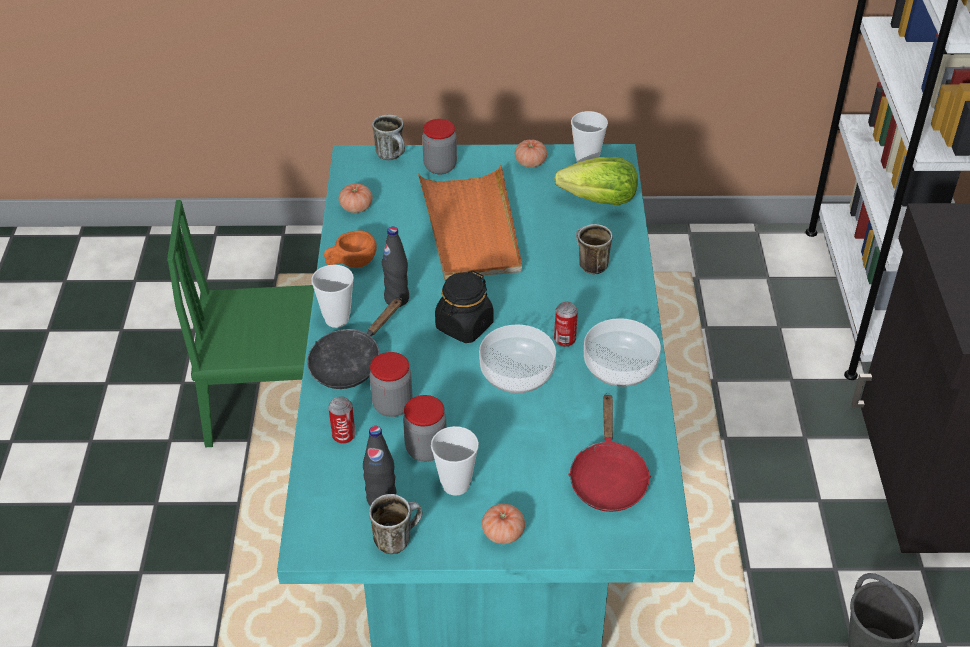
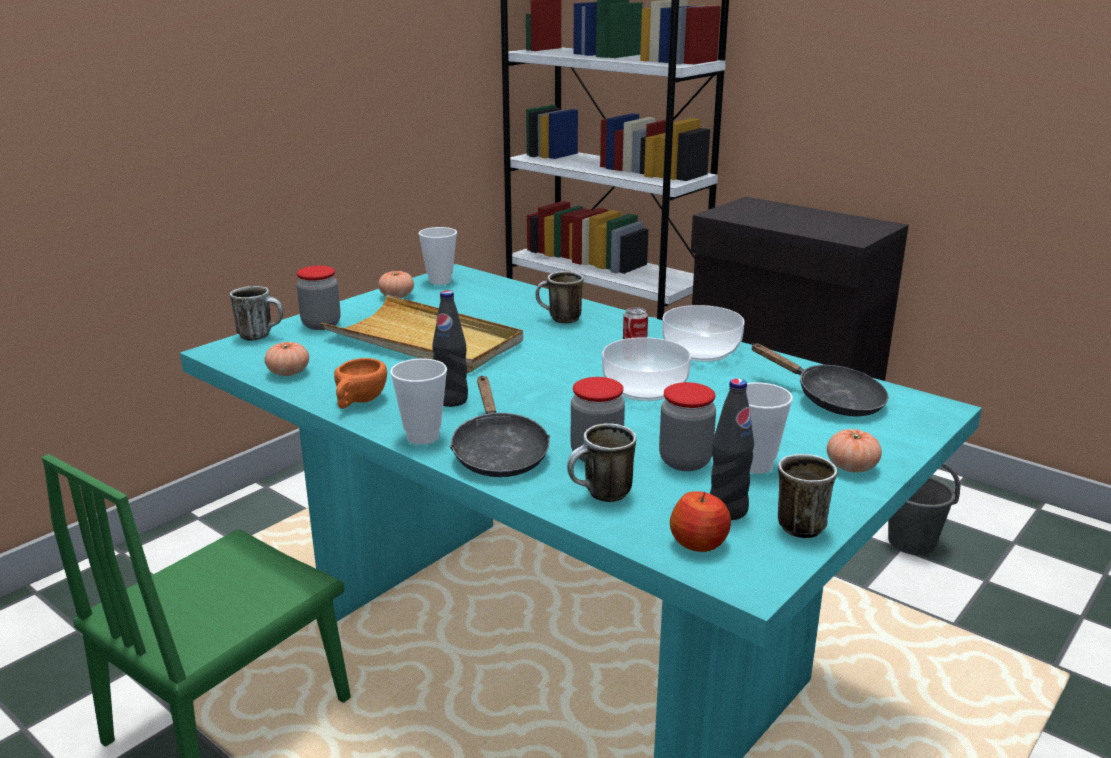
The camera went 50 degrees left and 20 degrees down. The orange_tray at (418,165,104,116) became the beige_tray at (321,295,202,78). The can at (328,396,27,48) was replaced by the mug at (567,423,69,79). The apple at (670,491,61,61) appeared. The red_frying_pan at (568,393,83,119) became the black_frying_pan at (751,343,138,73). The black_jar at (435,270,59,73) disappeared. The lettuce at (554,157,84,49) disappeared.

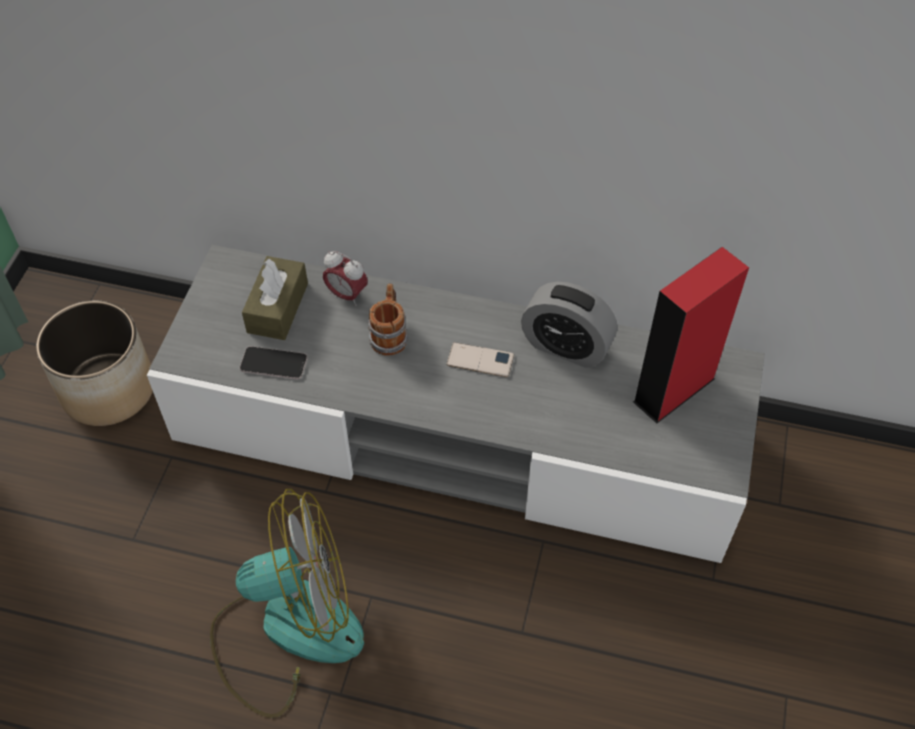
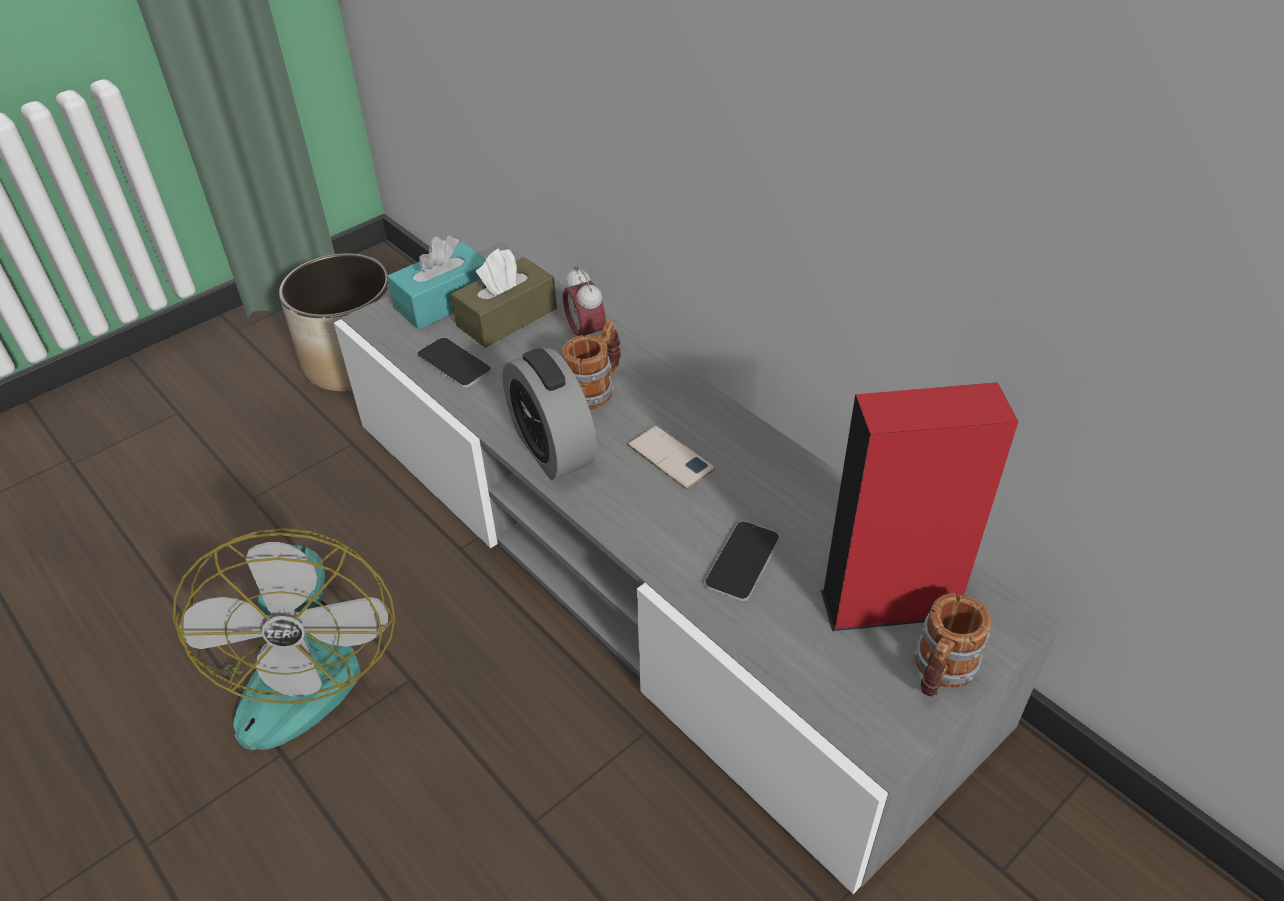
The camera went 35 degrees right and 10 degrees down. The fan at (210,489,154,229) turned 60 degrees clockwise. The turquoise_tissue_box at (387,235,99,94) appeared. The alarm_clock moved from (521,282,96,86) to (502,348,95,132). The phone at (705,521,75,80) appeared. The mug at (914,593,77,104) appeared.

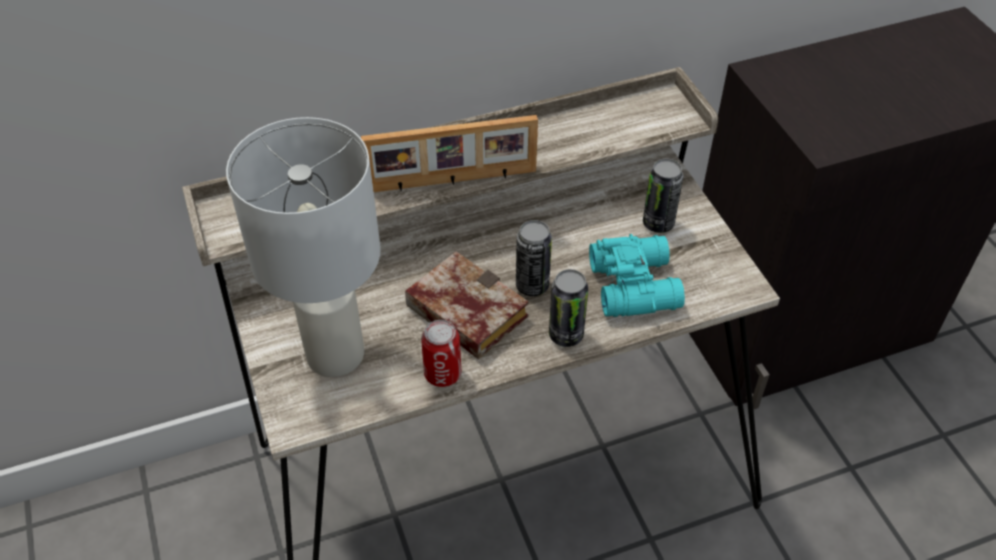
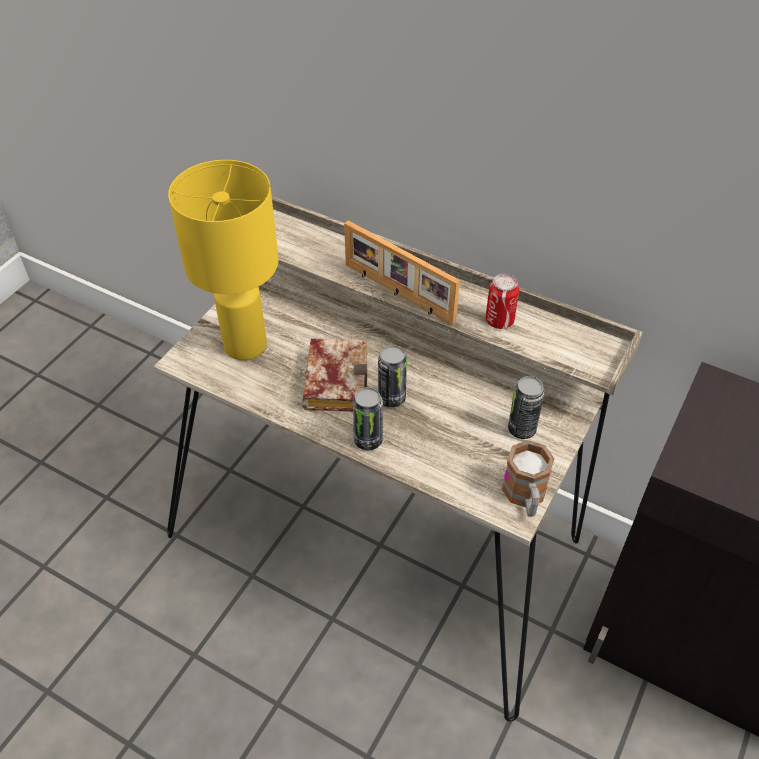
The camera went 50 degrees right and 0 degrees up. The white_table_lamp at (226,117,155,260) became the yellow_table_lamp at (168,160,111,200). The can moved from (421,320,40,67) to (486,274,33,55). The mug at (502,440,53,77) appeared. The turquoise_binoculars at (589,234,96,83) disappeared.

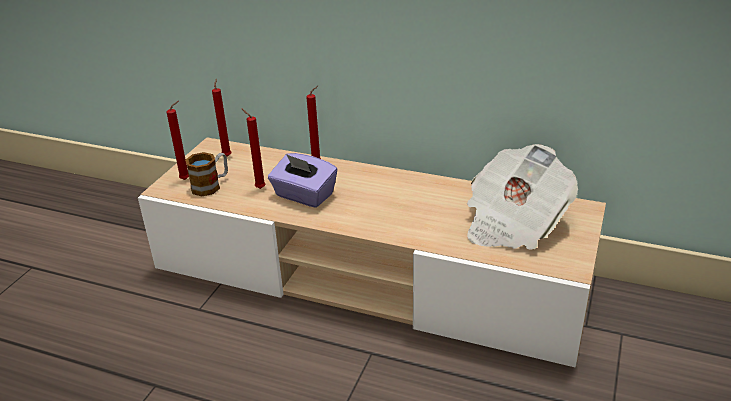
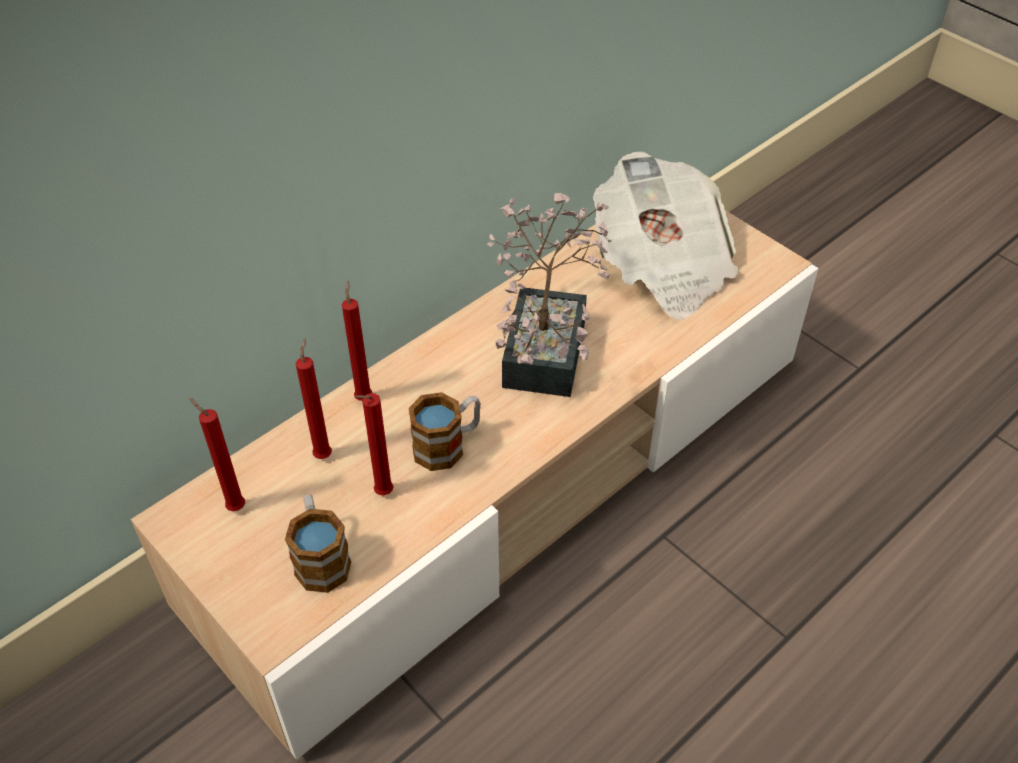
The camera went 65 degrees left and 15 degrees up. The red_candle moved from (167,101,22,79) to (296,338,36,121). The purple_tissue_box at (268,153,70,55) was replaced by the mug at (408,392,73,79). The potted_plant at (487,193,125,204) appeared.

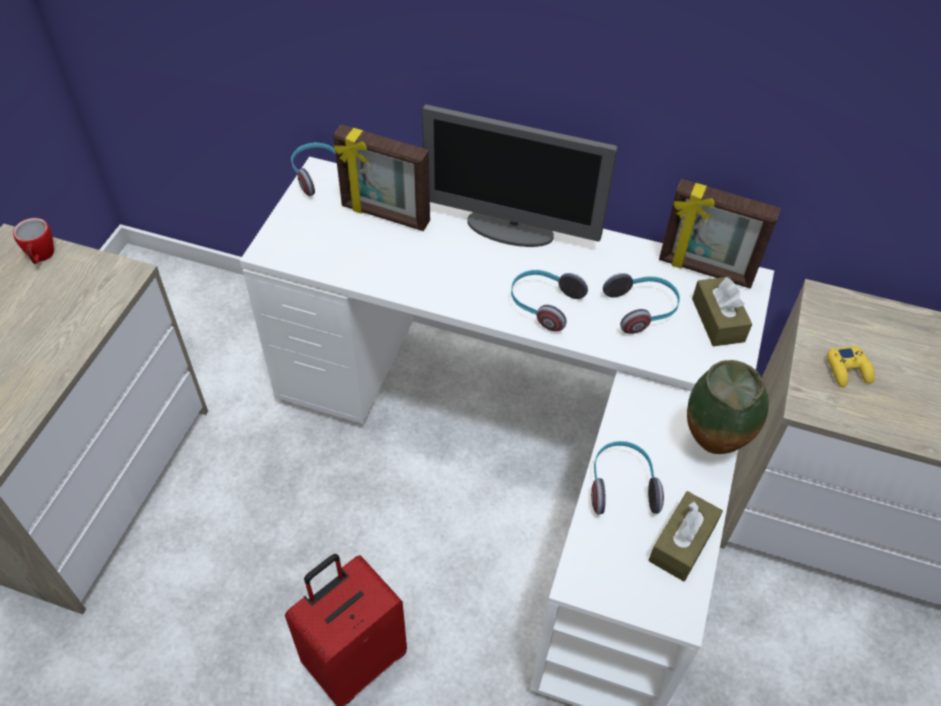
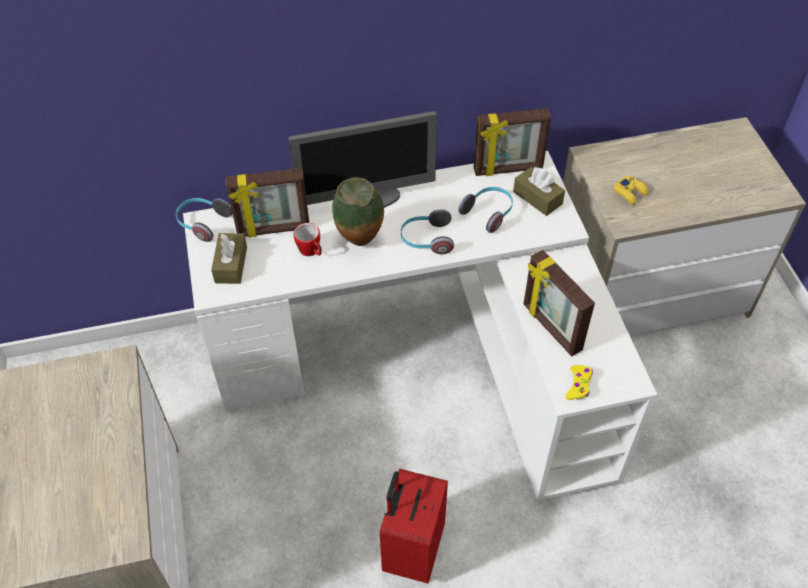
The camera went 30 degrees left and 0 degrees up. The brown_tissue_box moved from (648,491,75,91) to (211,233,36,51). The mug moved from (13,218,41,46) to (294,223,28,33). The vase moved from (687,360,82,94) to (332,177,52,69). The headphones at (591,441,73,74) was replaced by the picture_frame at (523,250,72,106). The yellow_game_controller at (565,365,28,35) appeared.

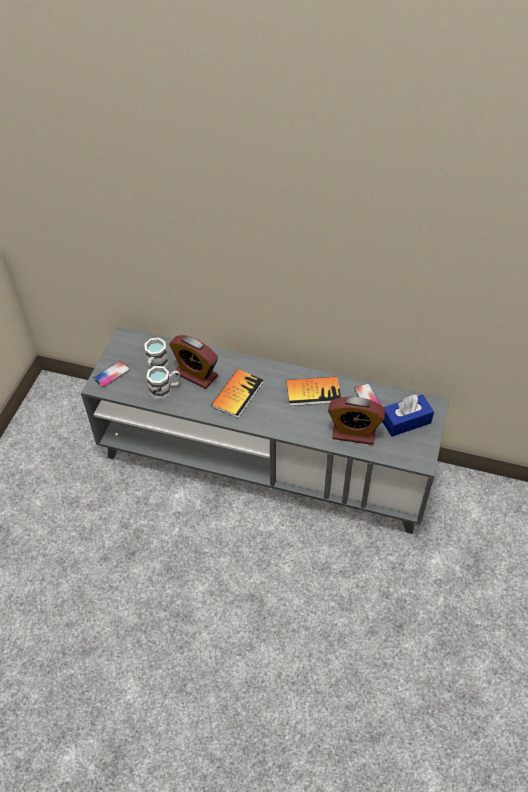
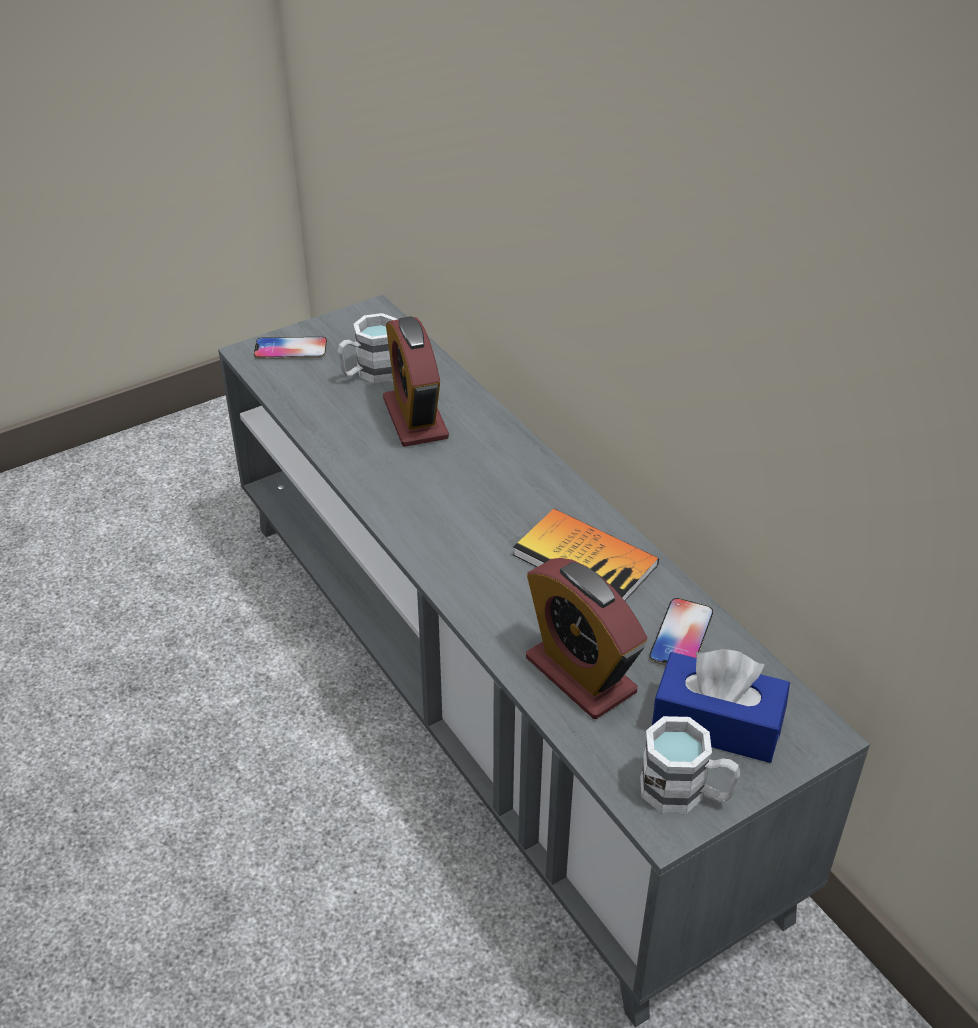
The camera went 40 degrees right and 10 degrees down. The white_mug moved from (146,366,34,33) to (640,716,100,98). The book at (211,369,52,49) disappeared.

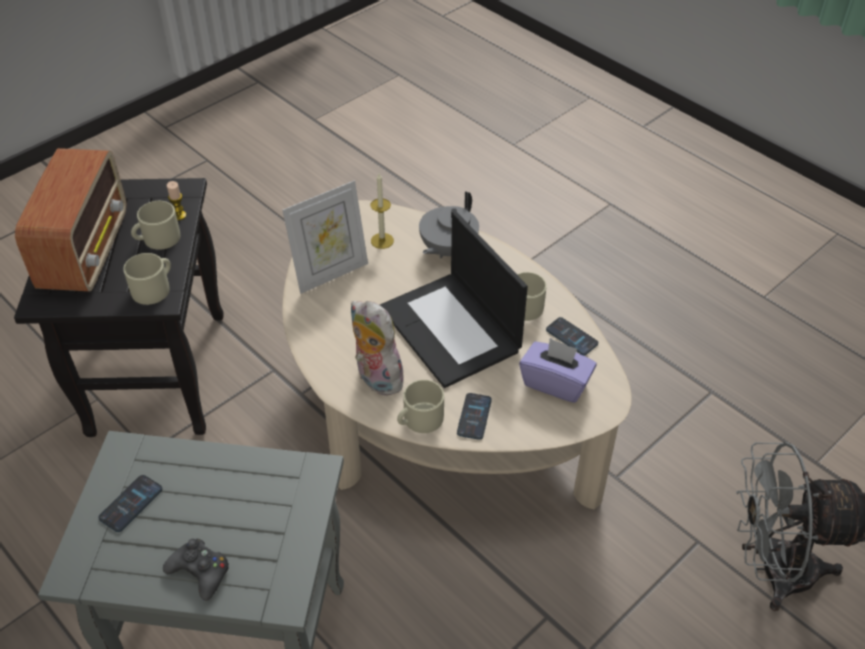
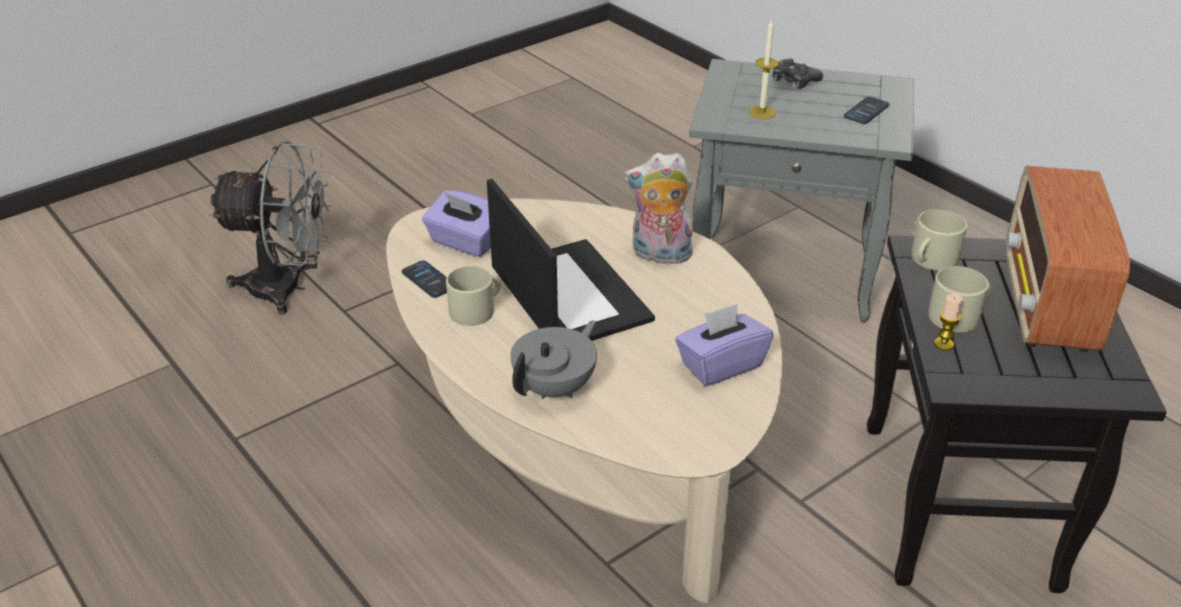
The camera went 175 degrees left and 10 degrees down. The plush_toy at (351,301,56,95) turned 135 degrees clockwise. The picture_frame at (282,180,86,114) was replaced by the purple_tissue_box at (675,304,99,82). The candle moved from (371,173,23,76) to (749,19,30,100). The beige_mug at (397,380,47,53) disappeared. The phone at (457,393,35,47) disappeared.

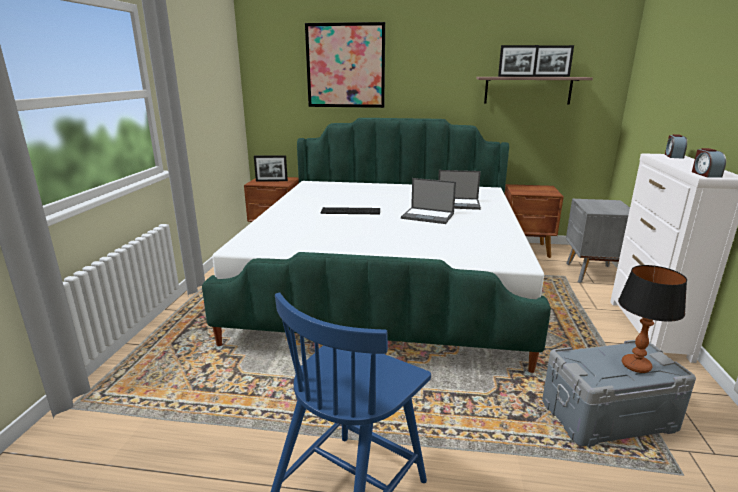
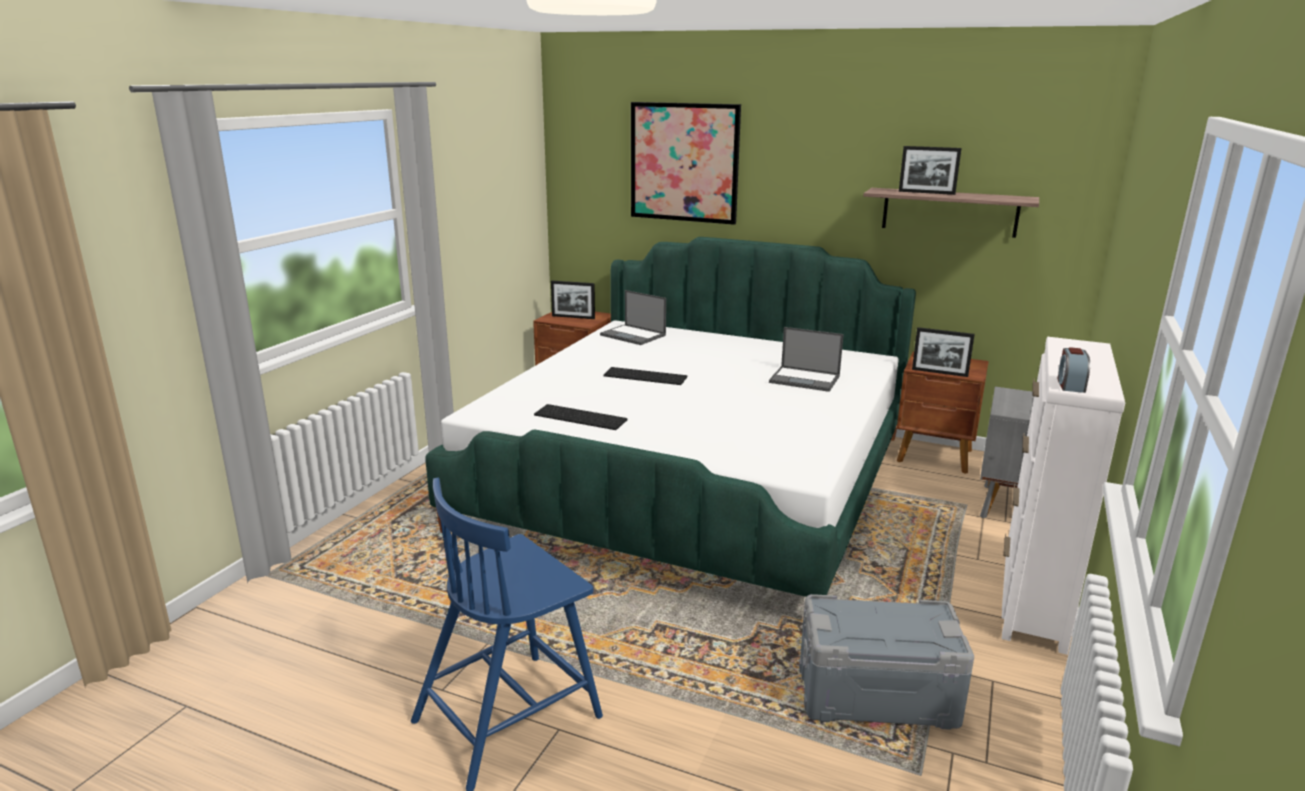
The camera went 15 degrees right and 0 degrees up. The keyboard at (534,404,94,26) appeared. The laptop moved from (401,178,55,46) to (600,290,66,55). The picture_frame moved from (535,45,39,32) to (912,327,63,50). The table_lamp at (618,265,69,108) disappeared. The alarm_clock at (665,134,22,25) disappeared.

